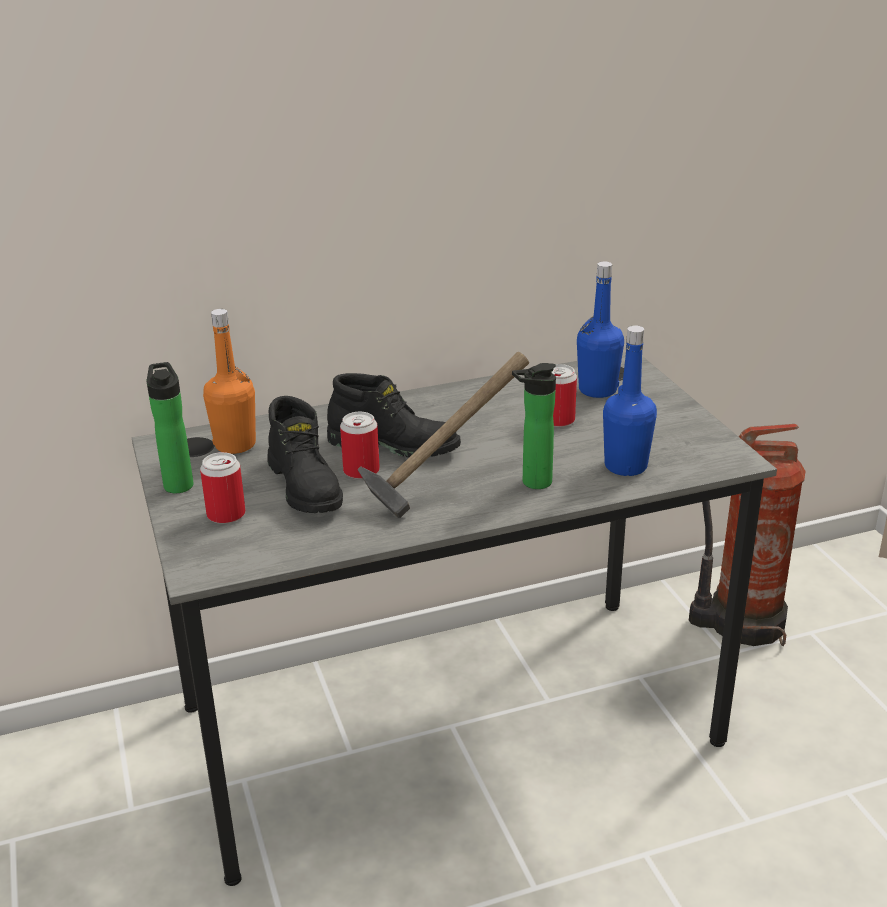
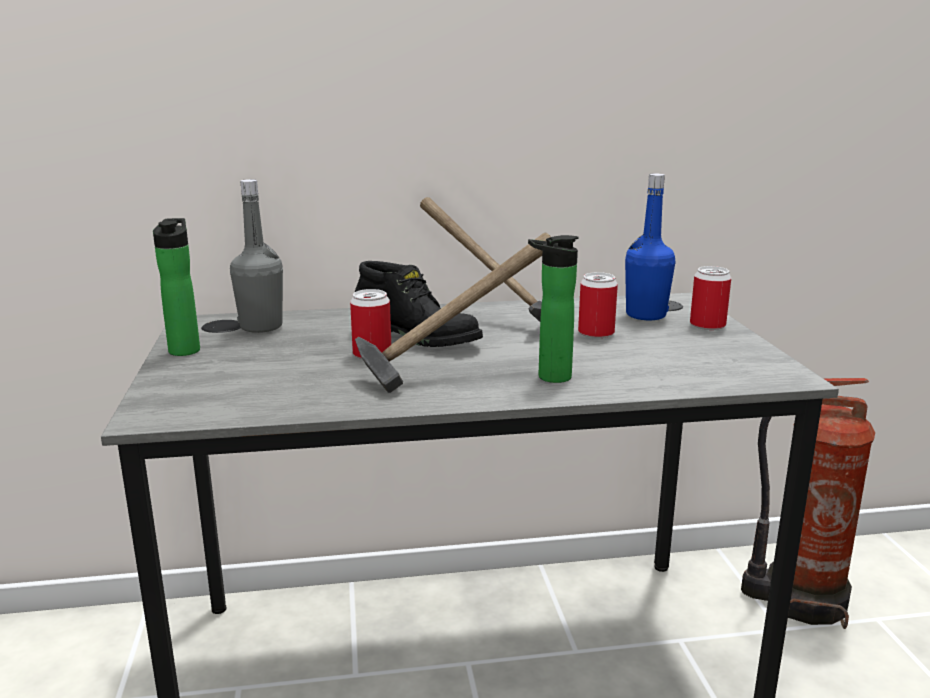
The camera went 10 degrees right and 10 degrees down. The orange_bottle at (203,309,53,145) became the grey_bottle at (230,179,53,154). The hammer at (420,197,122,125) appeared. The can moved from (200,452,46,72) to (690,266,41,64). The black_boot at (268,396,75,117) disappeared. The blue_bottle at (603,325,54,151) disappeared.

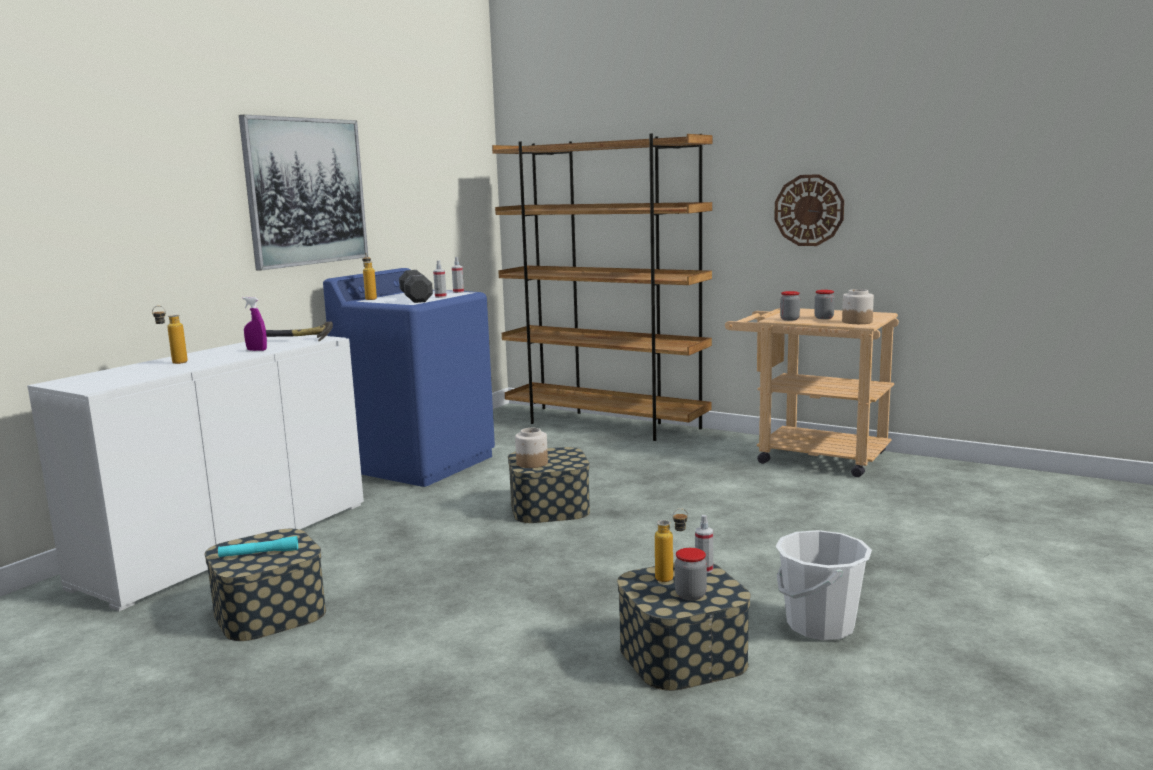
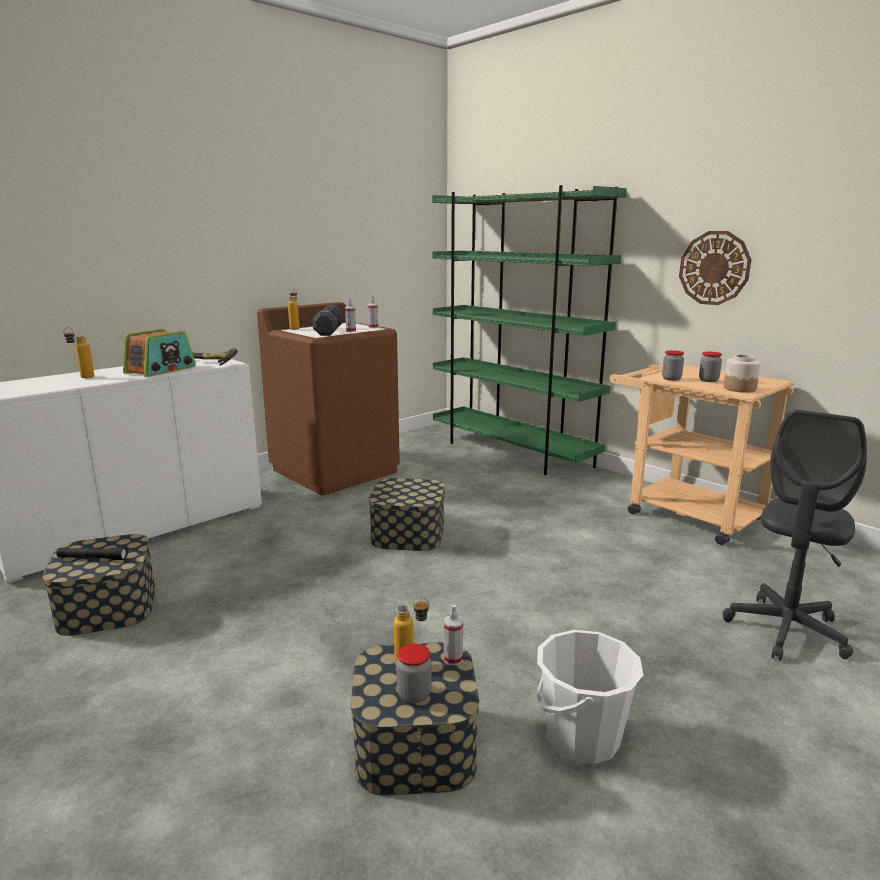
The camera went 15 degrees right and 5 degrees up. The turquoise_flashlight at (218,536,80,21) became the black_flashlight at (56,548,72,12). The purple_spray_bottle at (243,297,24,54) was replaced by the radio at (123,329,73,48). The blue_washing_machine at (323,268,172,219) became the brown_washing_machine at (257,302,143,193). The brown_bookcase at (492,134,220,307) became the green_bookcase at (432,185,195,290). The grey_office_chair at (723,409,144,252) appeared. The picture at (239,114,129,157) disappeared. The jar at (515,428,33,40) disappeared.

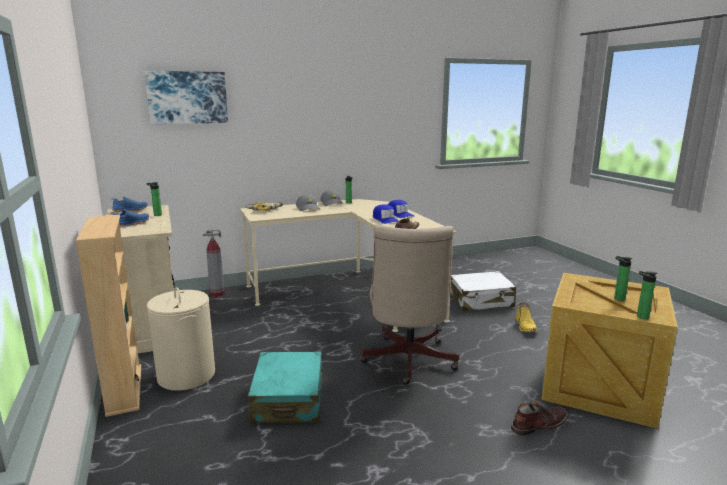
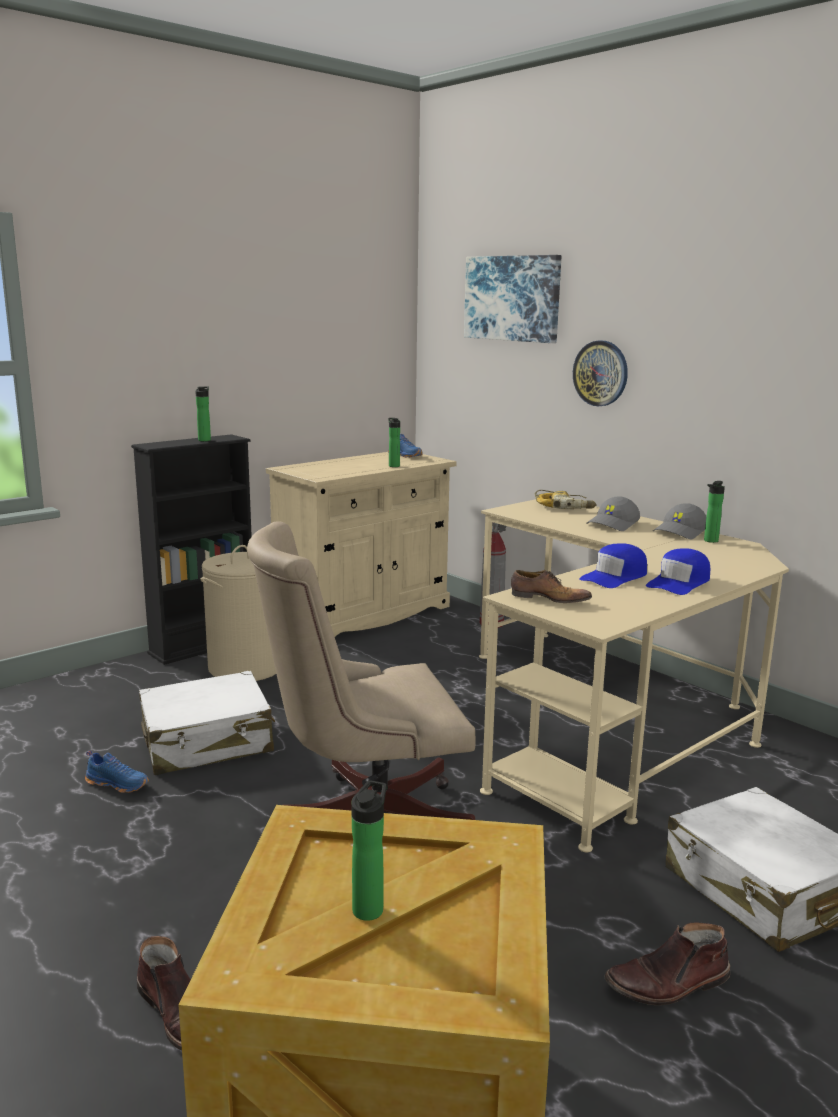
The camera went 70 degrees right and 0 degrees up. The blue_shoe moved from (111,209,38,19) to (85,750,64,43). The beige_bookcase at (76,215,65,202) became the black_bookcase at (131,434,121,231). The turquoise_suitcase at (248,352,75,71) became the white_suitcase at (139,671,136,104). The bottle moved from (637,271,20,48) to (195,386,16,55). The wall_clock at (573,340,55,66) appeared. The yellow_boot at (516,302,21,31) became the brown_boot at (604,922,126,83).

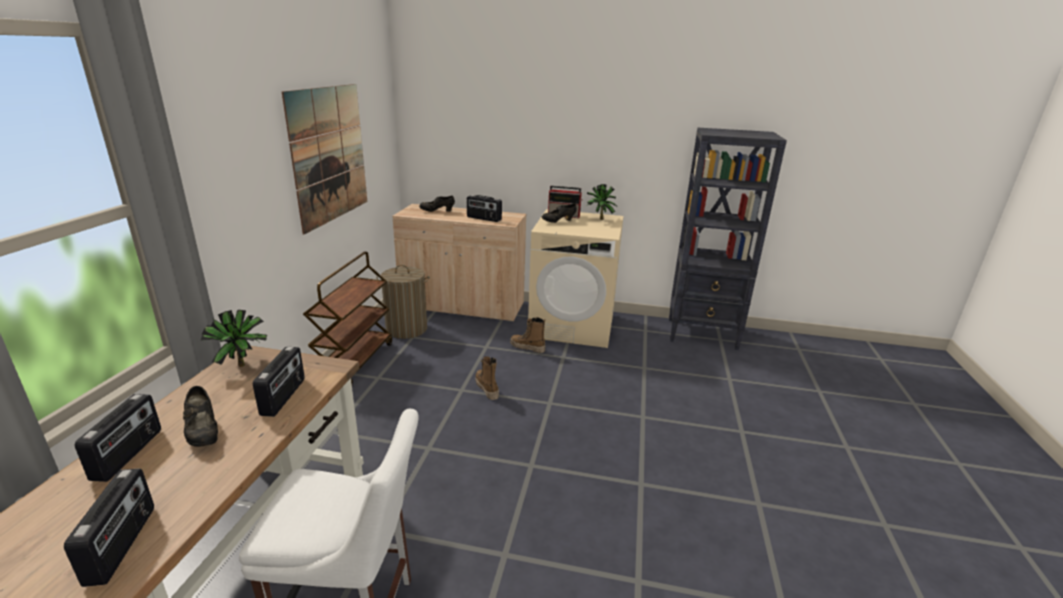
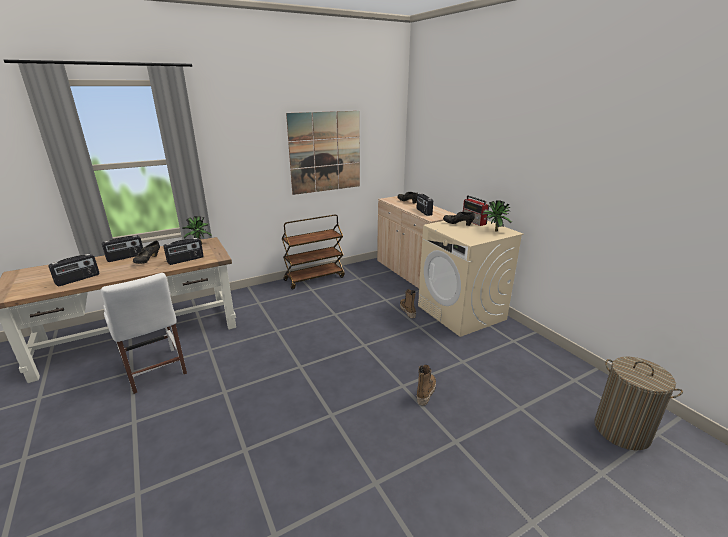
The camera went 50 degrees right and 0 degrees up. The boot moved from (475,356,24,44) to (417,365,19,41). The laundry_basket moved from (376,265,54,74) to (594,357,89,94). The black_bookcase at (669,128,118,222) disappeared.

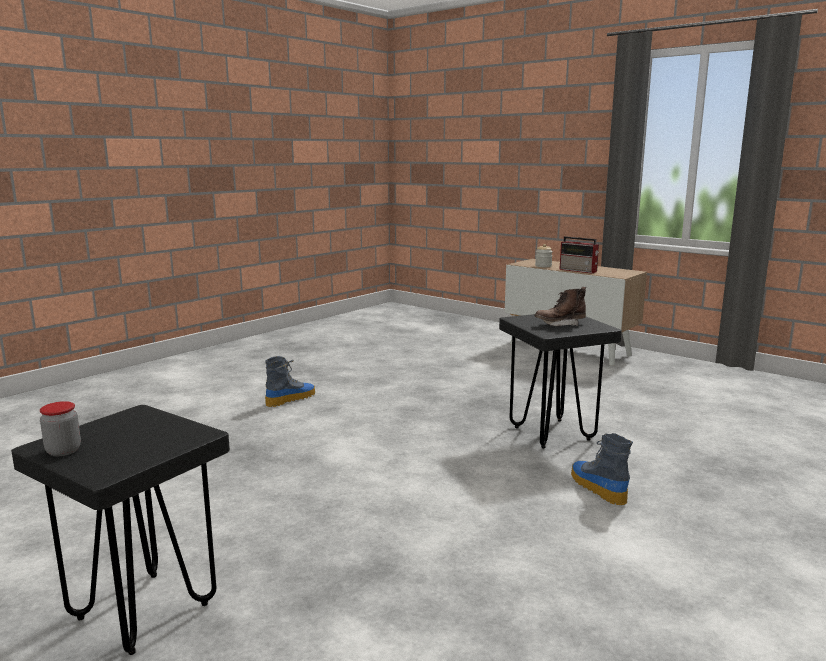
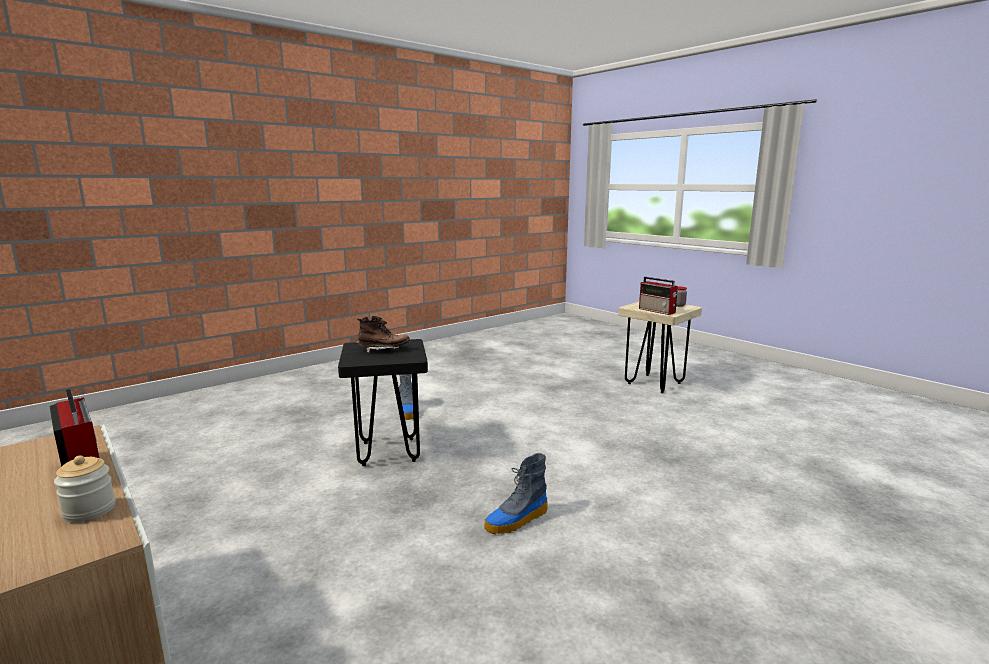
The camera went 170 degrees left and 0 degrees up. The boot moved from (265,356,50,51) to (484,453,64,81). The black_stool at (11,405,219,250) became the beige_stool at (619,302,83,91). The radio at (639,277,39,38) appeared.

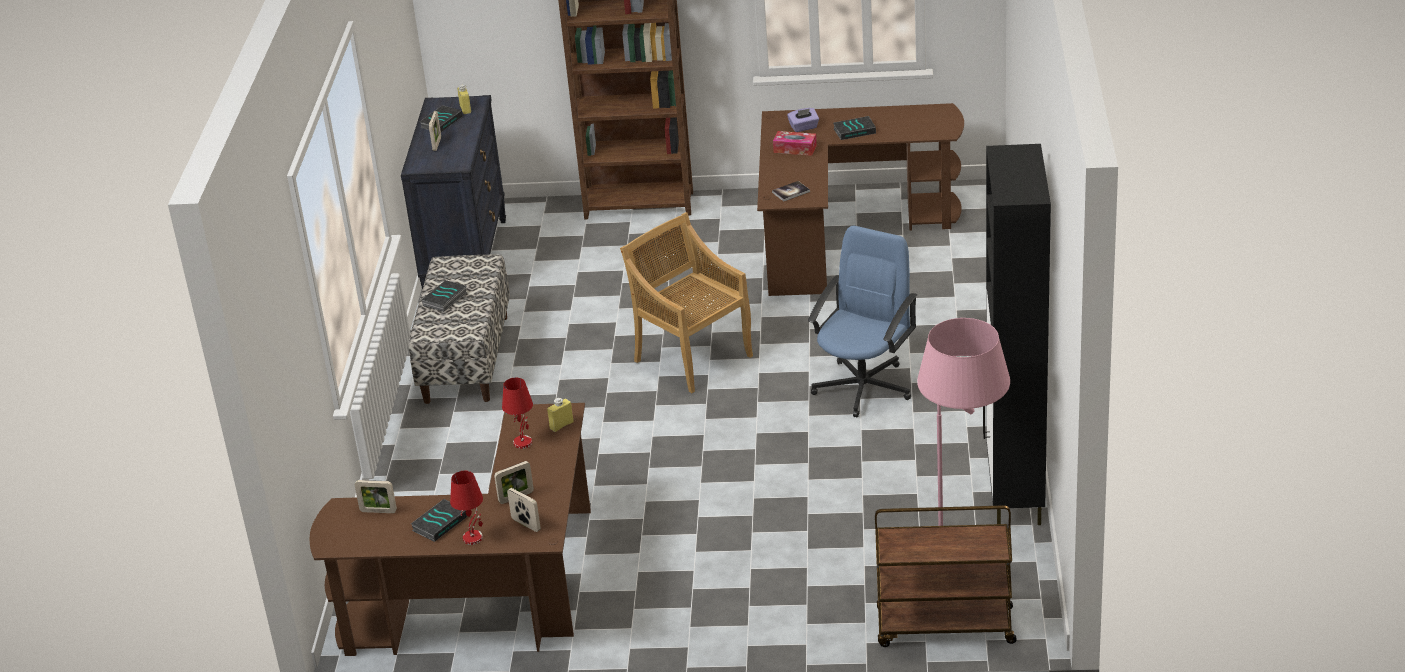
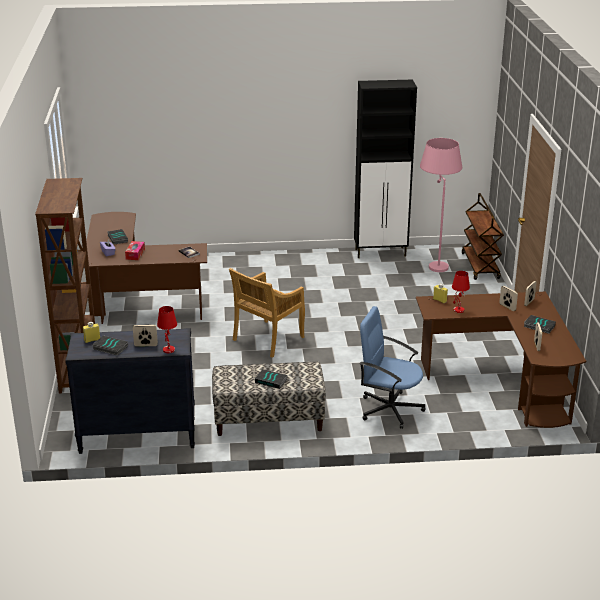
The camera went 100 degrees left and 5 degrees down. The red_table_lamp moved from (450,471,33,74) to (157,306,20,47). The blue_office_chair moved from (808,226,109,192) to (360,306,66,123).

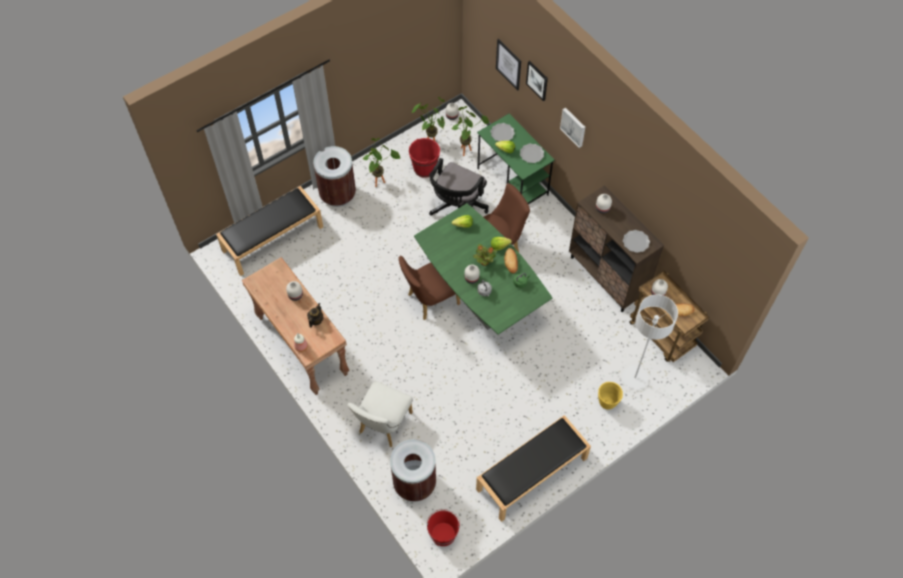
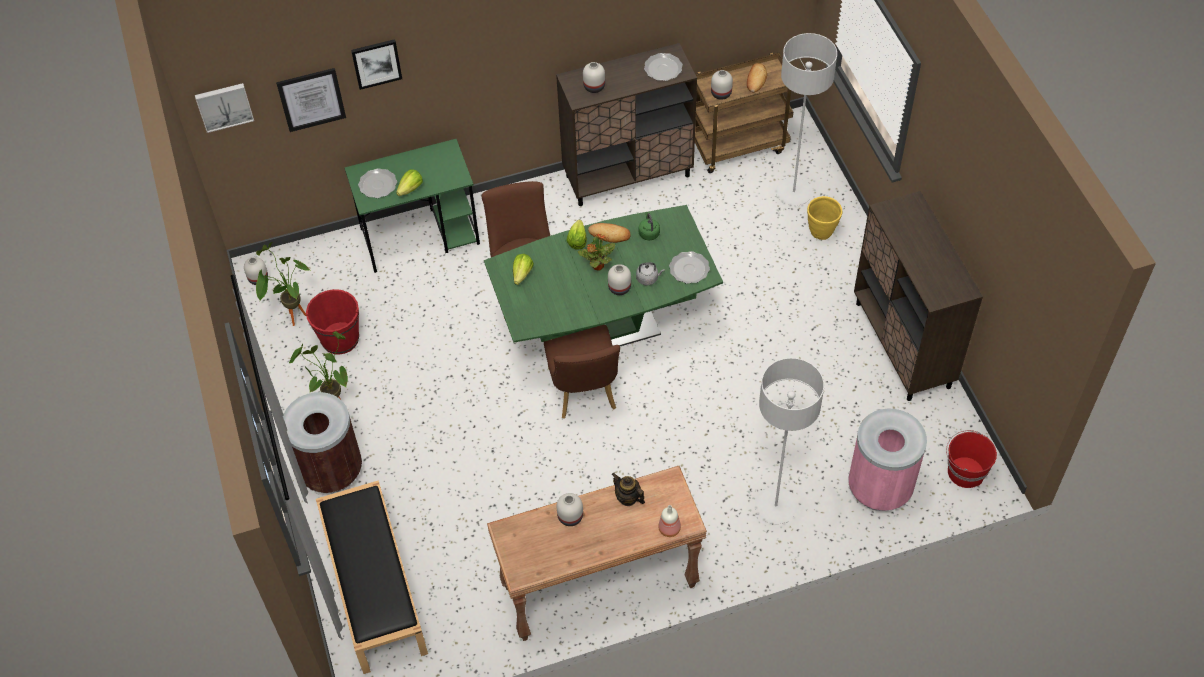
The camera went 70 degrees left and 5 degrees down. The picture moved from (560,107,25,41) to (195,83,59,50). The plate moved from (520,144,24,19) to (669,251,41,33). The white_chair at (348,381,65,66) was replaced by the grey_floor_lamp at (755,358,69,166). The brown_trash_can at (390,439,46,63) became the pink_trash_can at (848,409,79,102). The black_bench at (476,415,115,107) was replaced by the brown_cabinet at (854,191,129,210). The black_office_chair at (429,158,60,58) disappeared. The potted_plant at (451,106,38,50) disappeared.

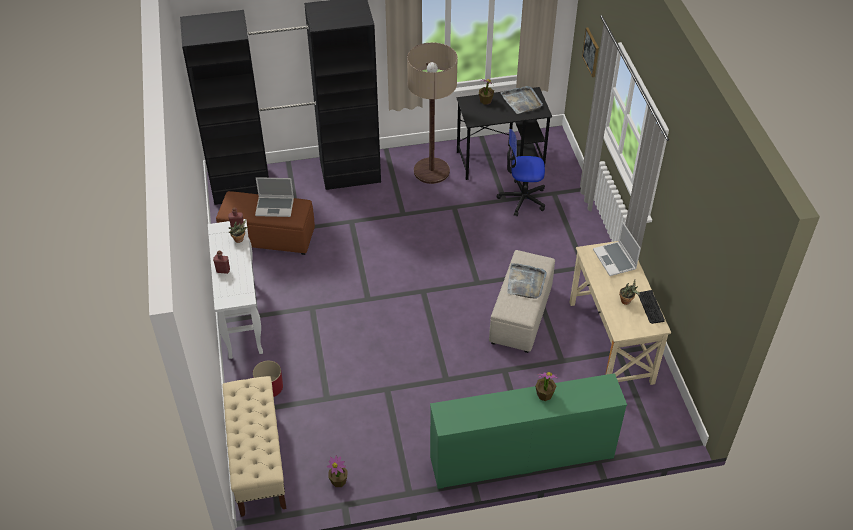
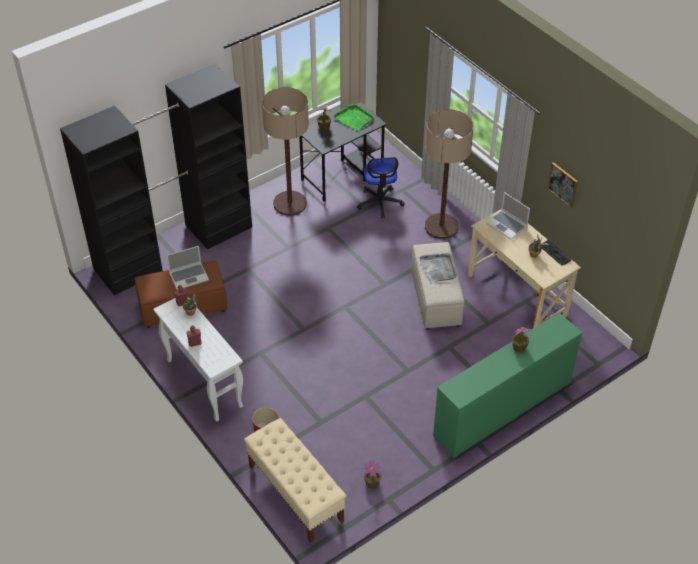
The camera went 25 degrees left and 0 degrees up. The grey_tray at (501,86,42,28) became the green_tray at (333,103,41,27). The office_chair at (497,129,48,87) turned 75 degrees counterclockwise. The floor_lamp at (425,110,49,129) appeared. The picture moved from (582,27,17,50) to (547,162,31,46).

